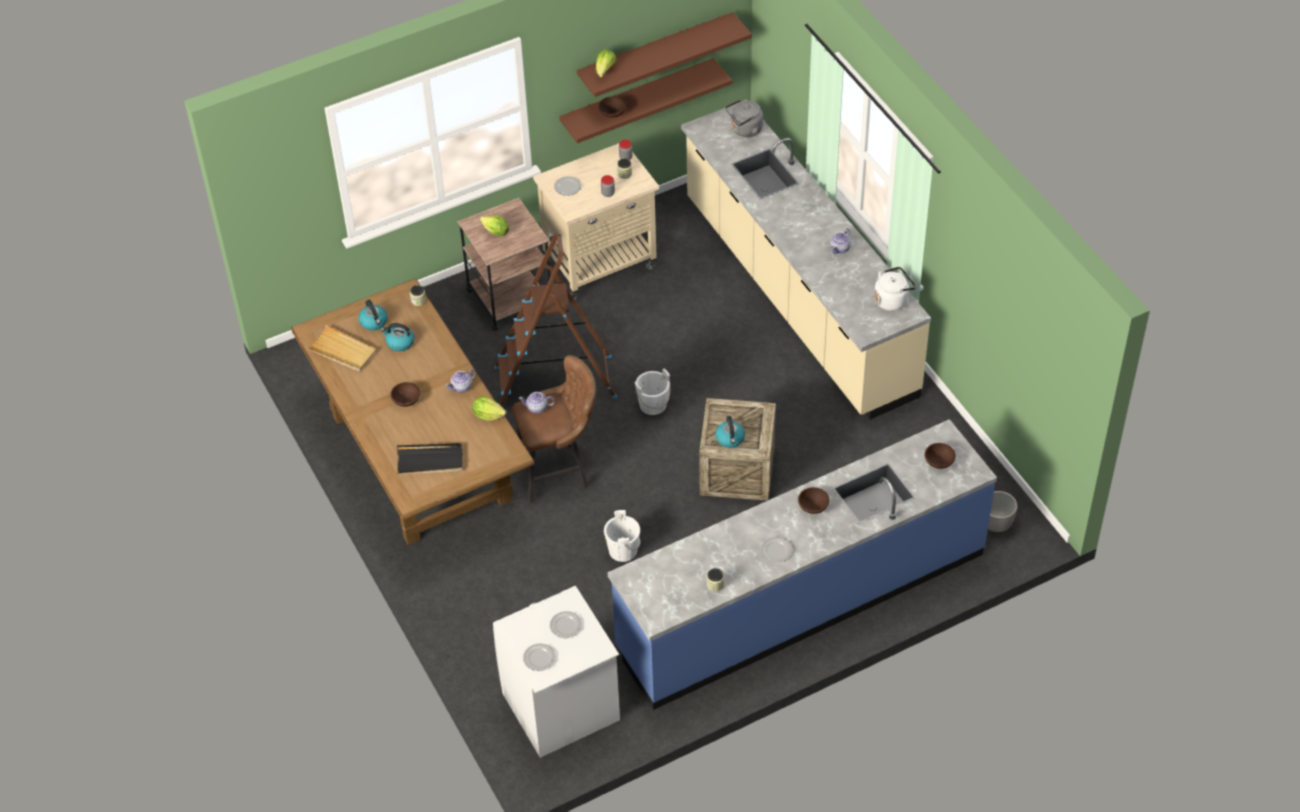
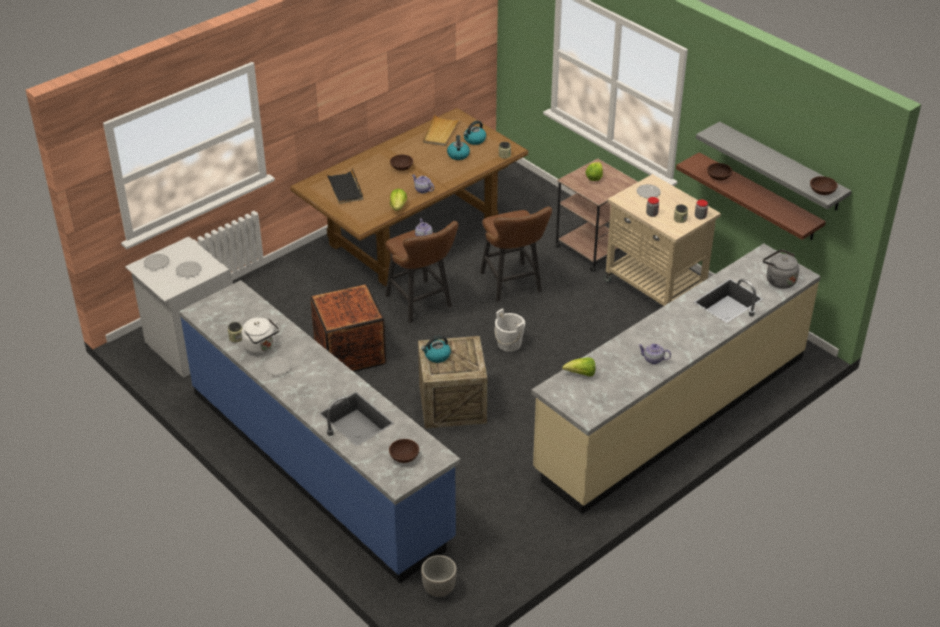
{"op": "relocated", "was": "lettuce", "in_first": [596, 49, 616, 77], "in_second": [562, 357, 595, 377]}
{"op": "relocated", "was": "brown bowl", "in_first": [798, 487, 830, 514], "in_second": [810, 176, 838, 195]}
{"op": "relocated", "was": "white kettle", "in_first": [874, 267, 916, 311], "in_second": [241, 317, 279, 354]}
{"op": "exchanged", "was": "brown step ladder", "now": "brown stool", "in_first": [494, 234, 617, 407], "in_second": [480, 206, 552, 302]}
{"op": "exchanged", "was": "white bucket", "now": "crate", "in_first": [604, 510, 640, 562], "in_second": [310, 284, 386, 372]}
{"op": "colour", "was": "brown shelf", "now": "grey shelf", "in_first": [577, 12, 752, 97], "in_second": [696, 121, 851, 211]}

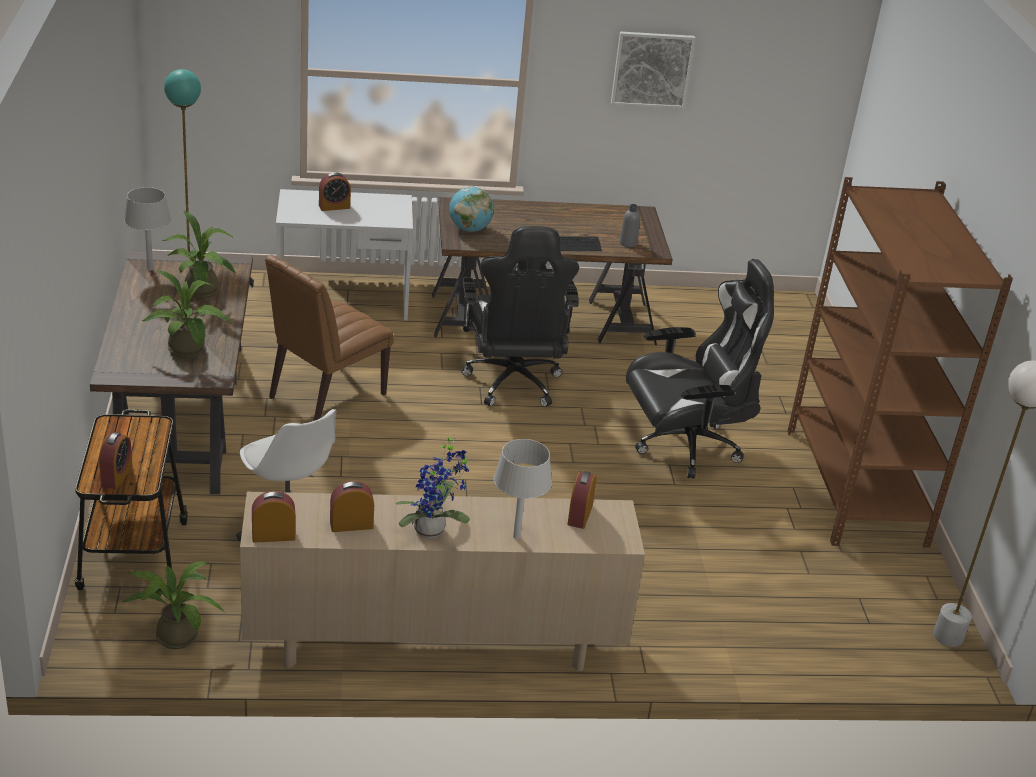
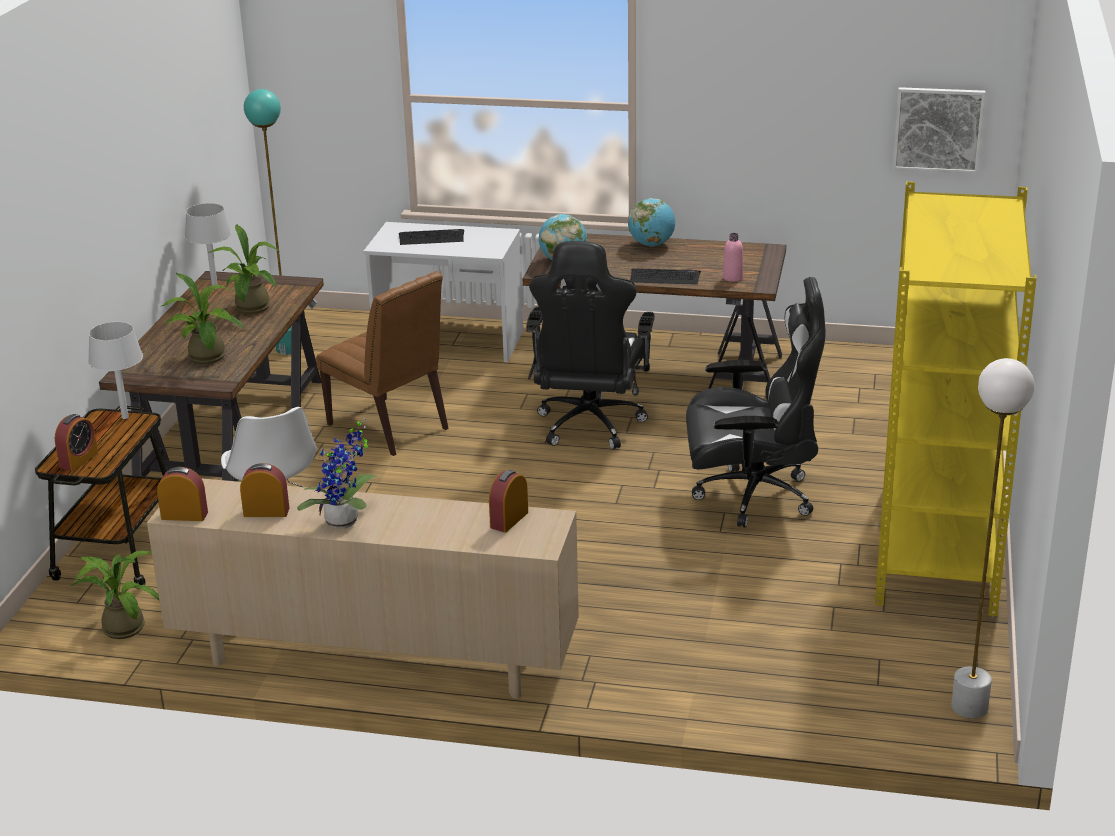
{"op": "appeared", "now": "globe", "in_second": [628, 198, 675, 246]}
{"op": "relocated", "was": "grey table lamp", "in_first": [494, 439, 552, 539], "in_second": [88, 322, 143, 419]}
{"op": "relocated", "was": "picture", "in_first": [611, 31, 696, 109], "in_second": [893, 87, 986, 174]}
{"op": "exchanged", "was": "alarm clock", "now": "keyboard", "in_first": [319, 172, 351, 211], "in_second": [399, 229, 464, 245]}
{"op": "colour", "was": "grey bottle", "now": "pink bottle", "in_first": [620, 204, 640, 247], "in_second": [723, 233, 743, 282]}
{"op": "colour", "was": "brown bookcase", "now": "yellow bookcase", "in_first": [787, 177, 1013, 547], "in_second": [875, 182, 1037, 616]}
{"op": "spun", "was": "brown chair", "in_first": [265, 255, 394, 421], "in_second": [316, 271, 449, 456], "clockwise": -105}

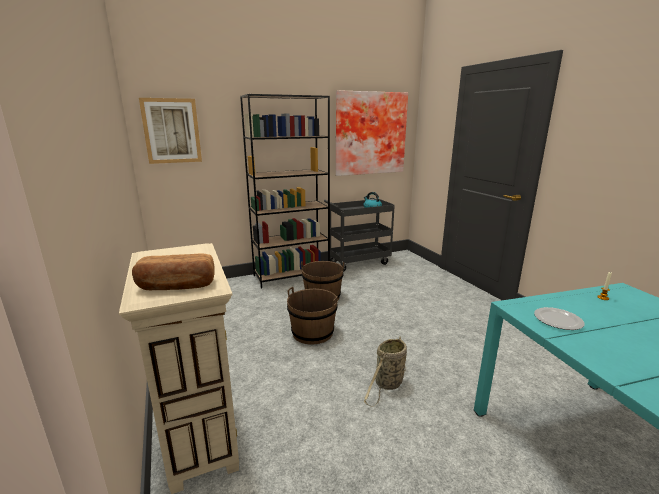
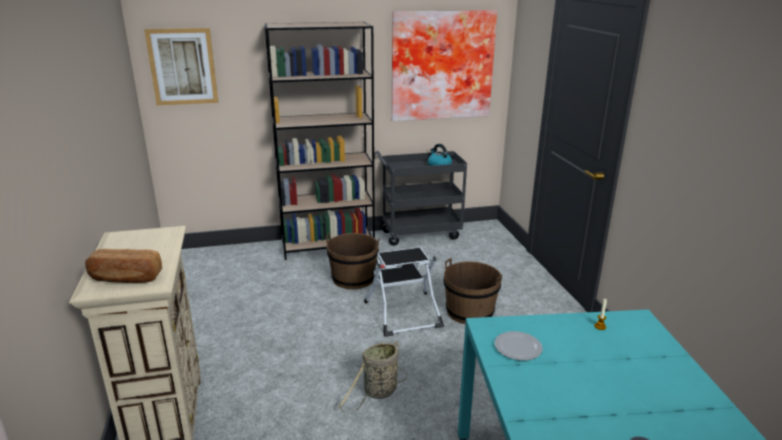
{"op": "appeared", "now": "step ladder", "in_second": [364, 247, 444, 337]}
{"op": "relocated", "was": "brown bucket", "in_first": [287, 287, 338, 345], "in_second": [444, 258, 503, 324]}

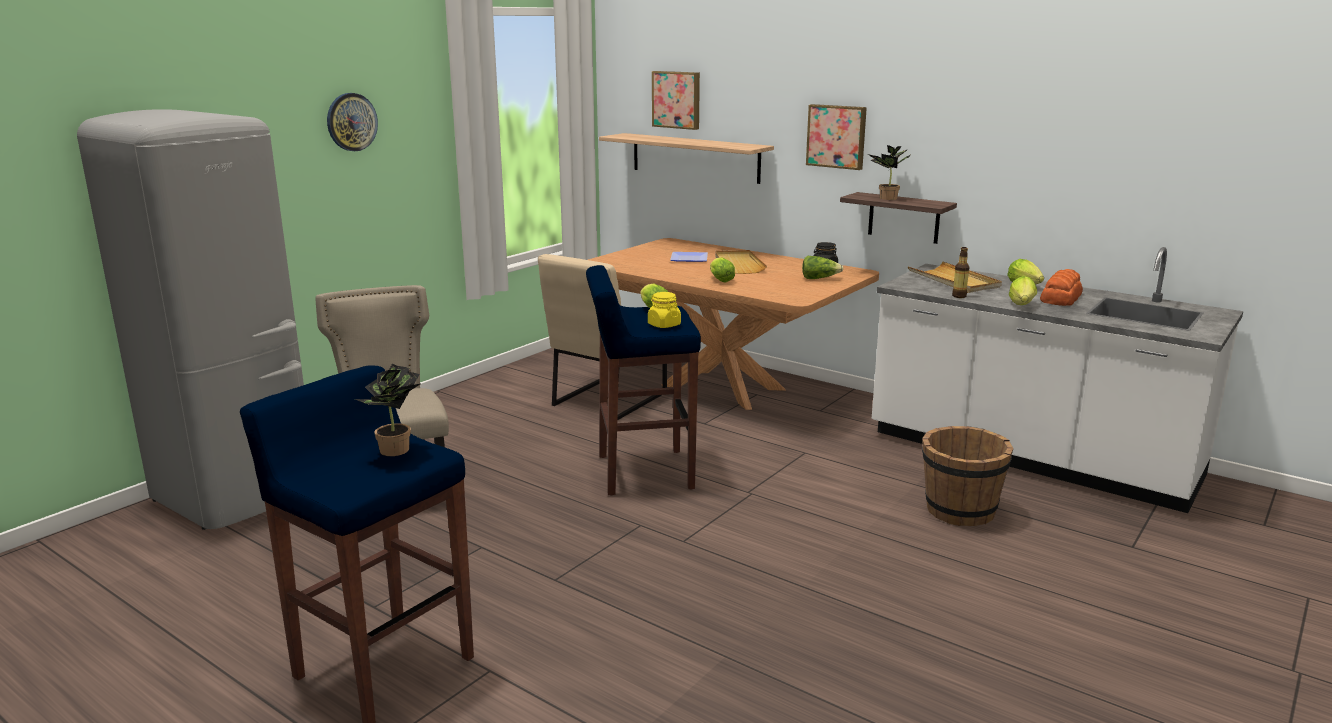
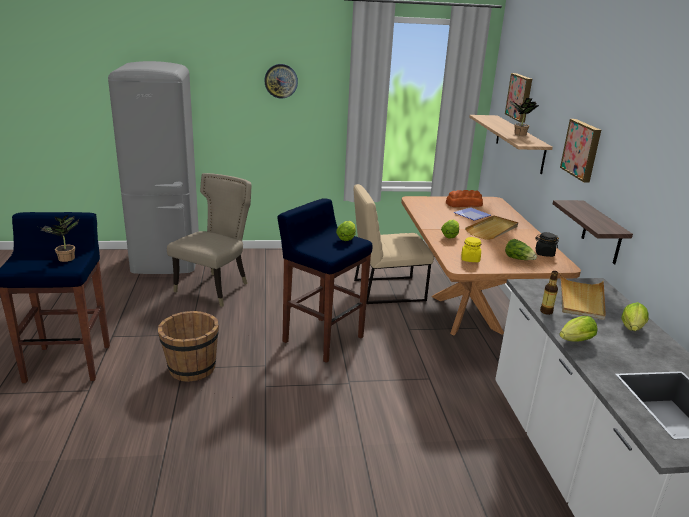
{"op": "relocated", "was": "yellow jar", "in_first": [648, 292, 681, 328], "in_second": [461, 237, 481, 262]}
{"op": "relocated", "was": "potted plant", "in_first": [868, 145, 911, 200], "in_second": [509, 97, 539, 135]}
{"op": "relocated", "was": "brown bucket", "in_first": [922, 426, 1013, 526], "in_second": [158, 311, 219, 382]}
{"op": "relocated", "was": "bread", "in_first": [1040, 269, 1083, 306], "in_second": [446, 190, 483, 207]}

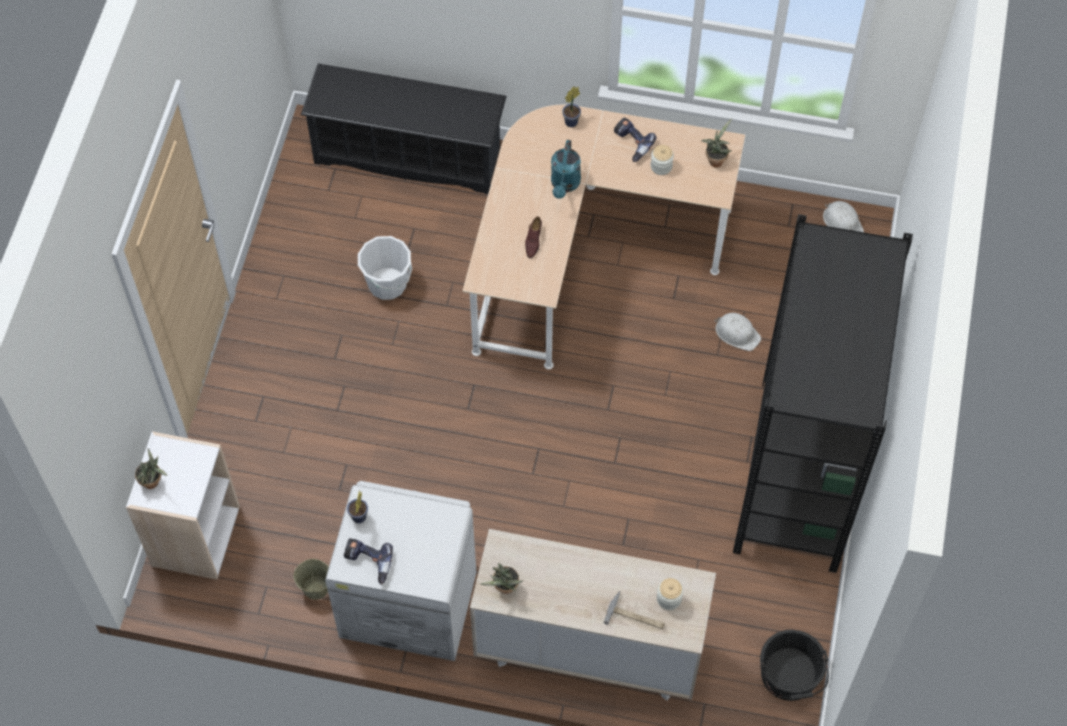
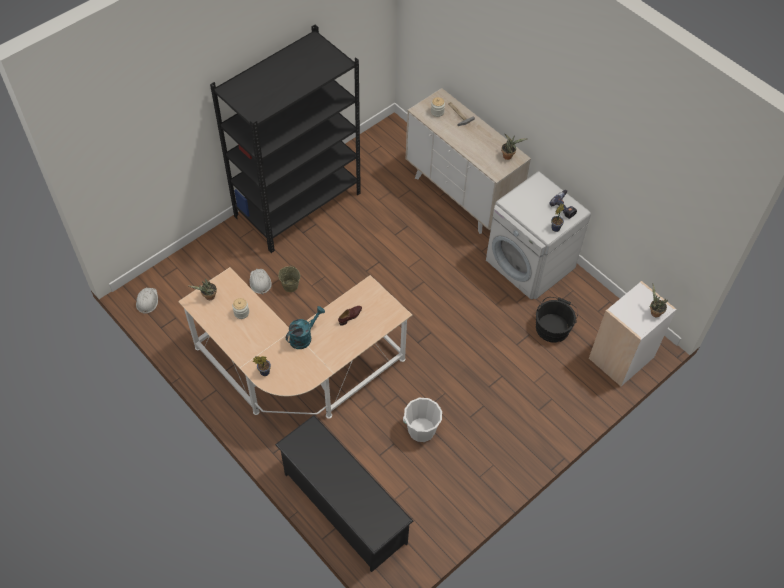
{"op": "missing", "was": "power drill", "in_first": [614, 117, 657, 162]}
{"op": "relocated", "was": "beige bucket", "in_first": [293, 559, 329, 600], "in_second": [278, 266, 300, 292]}
{"op": "relocated", "was": "black bucket", "in_first": [760, 630, 829, 701], "in_second": [536, 297, 578, 343]}

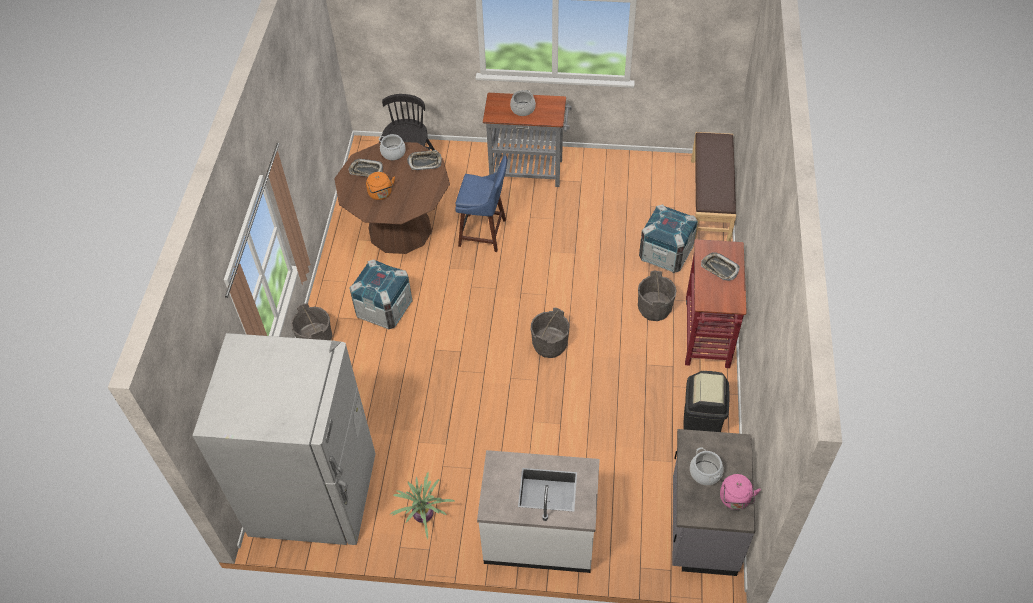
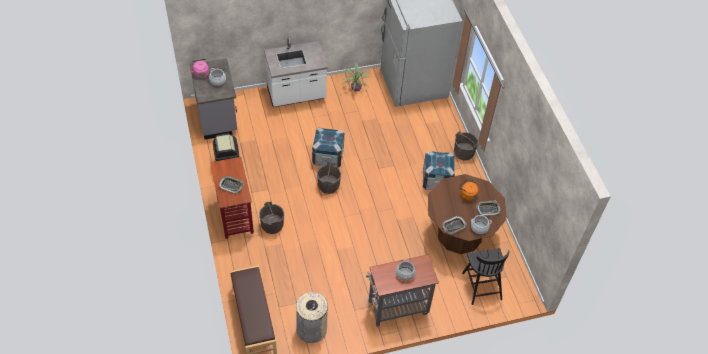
{"op": "missing", "was": "blue chair", "in_first": [455, 156, 507, 252]}
{"op": "appeared", "now": "beige trash can", "in_second": [296, 292, 328, 343]}
{"op": "relocated", "was": "crate", "in_first": [639, 205, 698, 273], "in_second": [312, 127, 344, 167]}

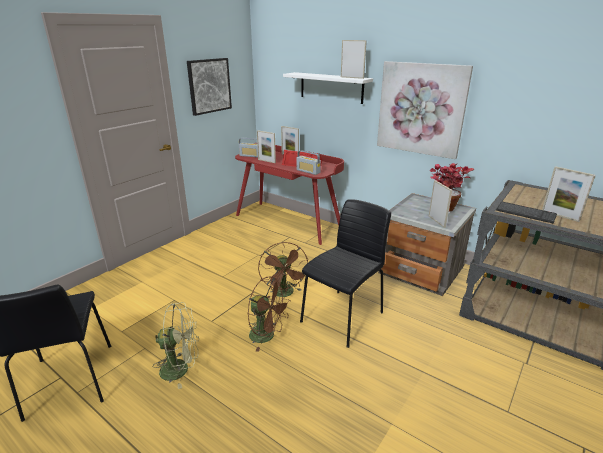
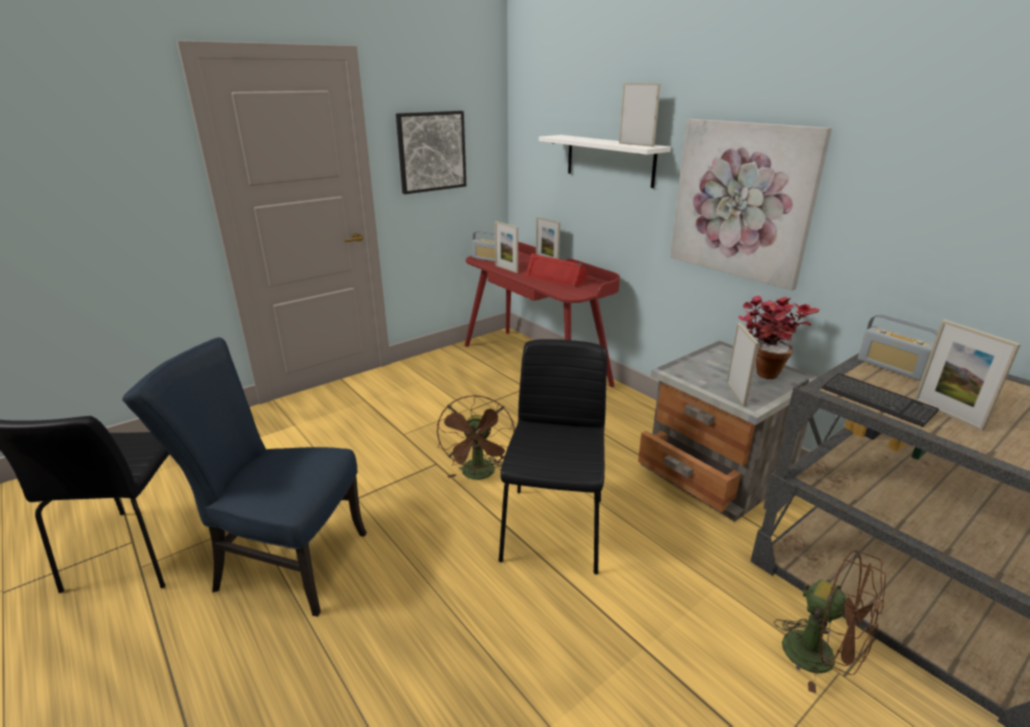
{"op": "relocated", "was": "brown fan", "in_first": [248, 276, 291, 352], "in_second": [774, 550, 886, 693]}
{"op": "relocated", "was": "radio", "in_first": [296, 150, 321, 175], "in_second": [858, 314, 938, 381]}
{"op": "exchanged", "was": "green fan", "now": "blue chair", "in_first": [153, 302, 199, 389], "in_second": [122, 337, 367, 617]}
{"op": "spun", "was": "black chair", "in_first": [300, 199, 391, 348], "in_second": [498, 339, 607, 575], "clockwise": -45}

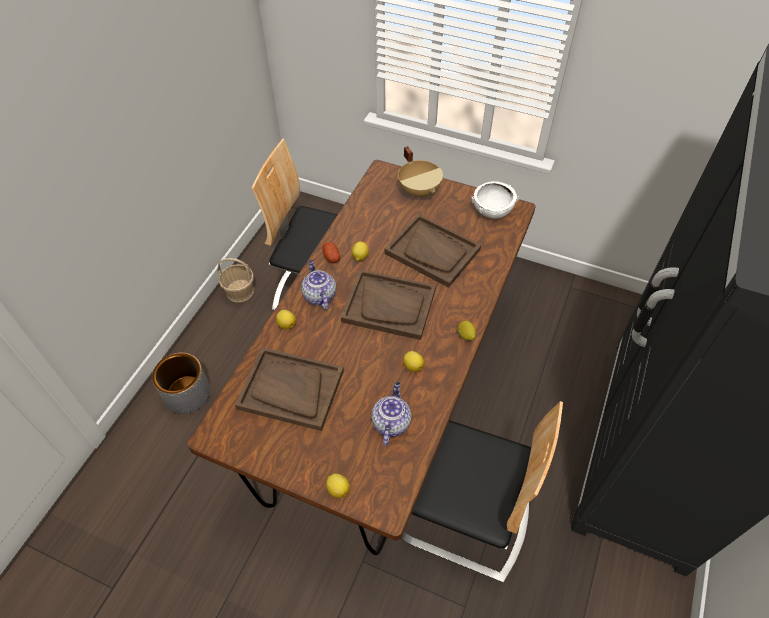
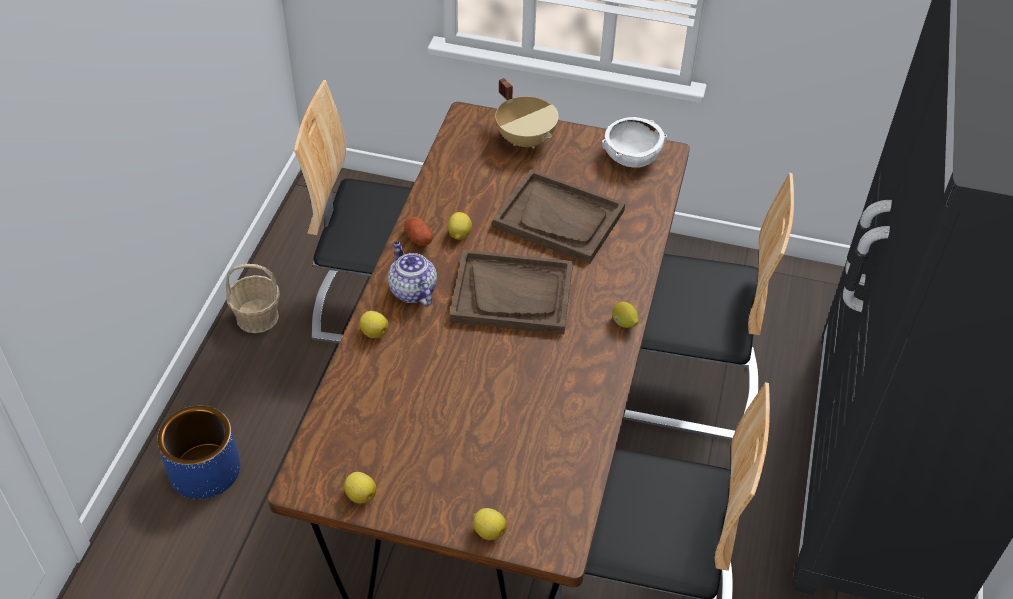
{"op": "missing", "was": "brown tray", "in_first": [235, 347, 344, 431]}
{"op": "missing", "was": "teapot", "in_first": [371, 382, 412, 446]}
{"op": "appeared", "now": "chair", "in_second": [623, 173, 794, 440]}
{"op": "relocated", "was": "lemon", "in_first": [403, 351, 424, 372], "in_second": [344, 472, 376, 503]}
{"op": "colour", "was": "grey planter", "now": "blue planter", "in_first": [152, 353, 210, 414], "in_second": [157, 406, 240, 499]}

